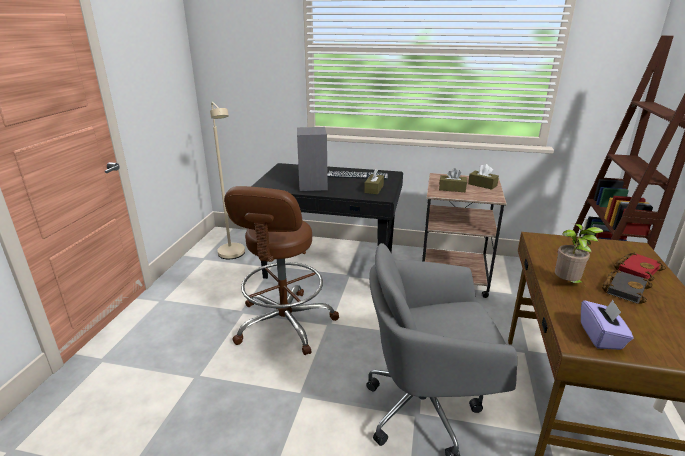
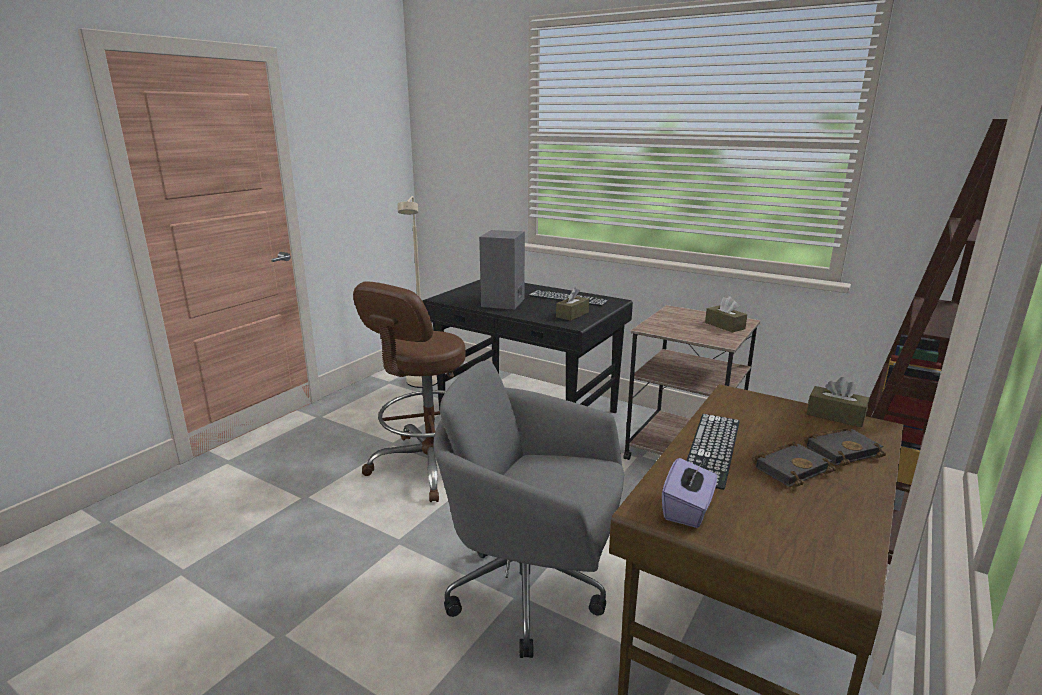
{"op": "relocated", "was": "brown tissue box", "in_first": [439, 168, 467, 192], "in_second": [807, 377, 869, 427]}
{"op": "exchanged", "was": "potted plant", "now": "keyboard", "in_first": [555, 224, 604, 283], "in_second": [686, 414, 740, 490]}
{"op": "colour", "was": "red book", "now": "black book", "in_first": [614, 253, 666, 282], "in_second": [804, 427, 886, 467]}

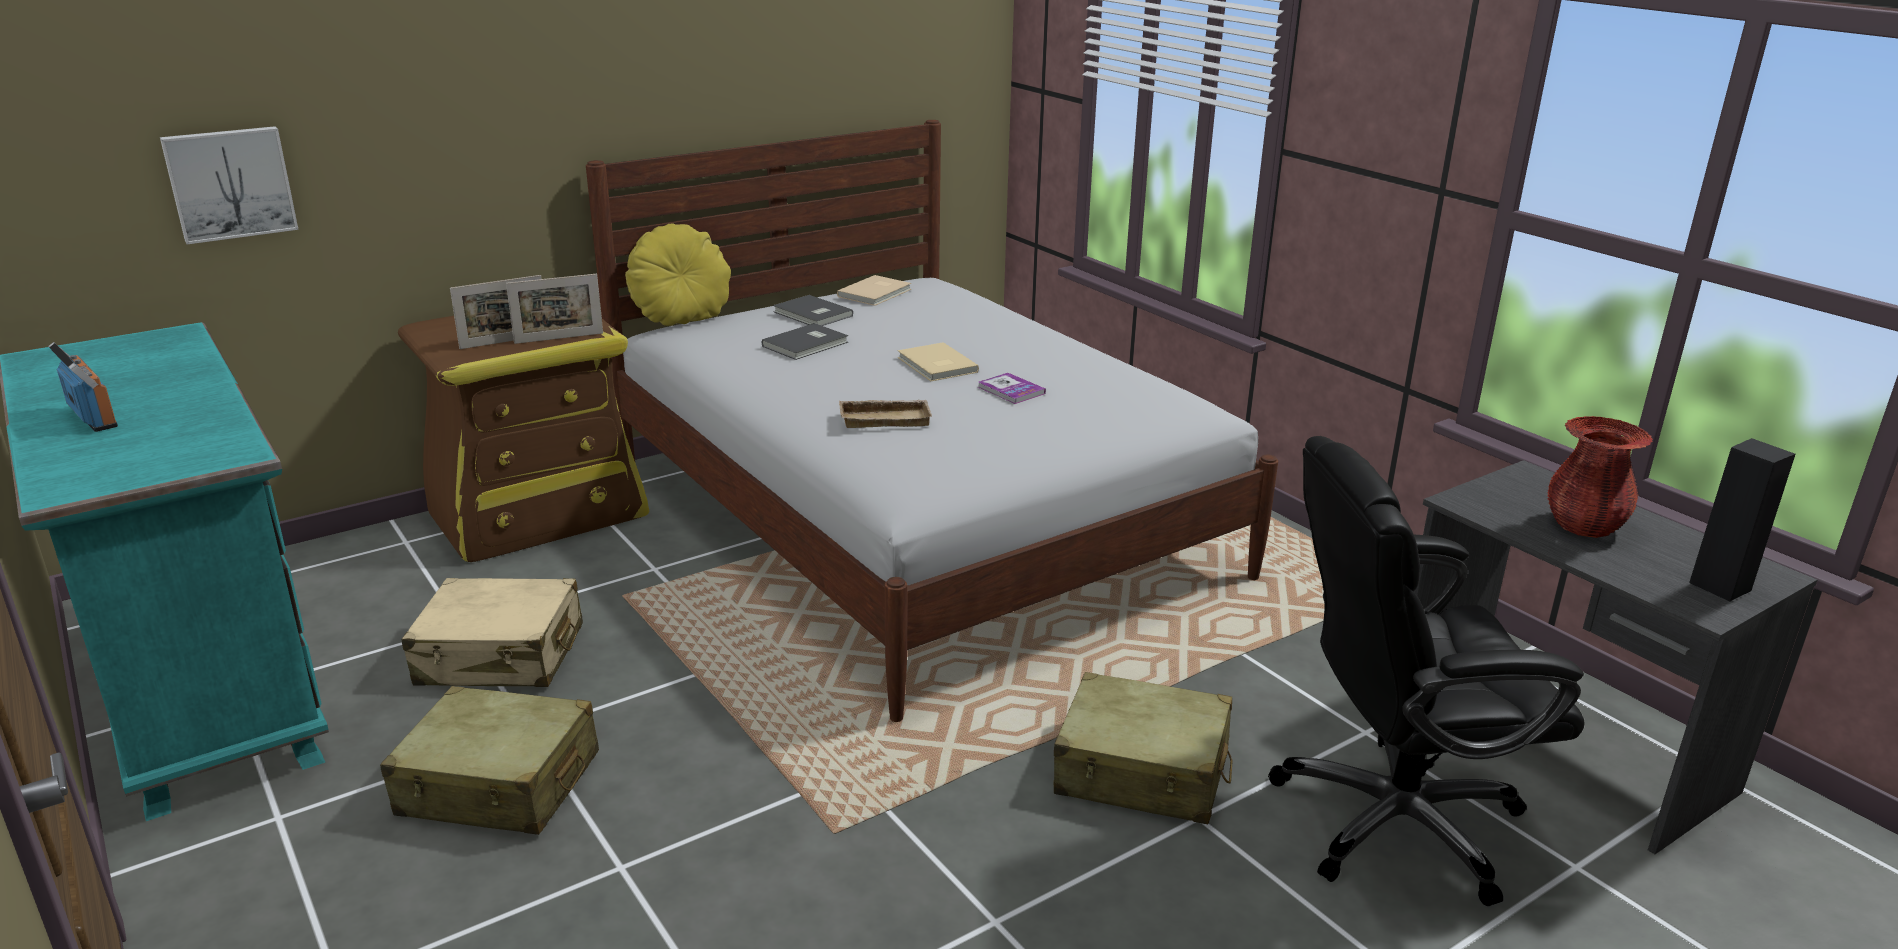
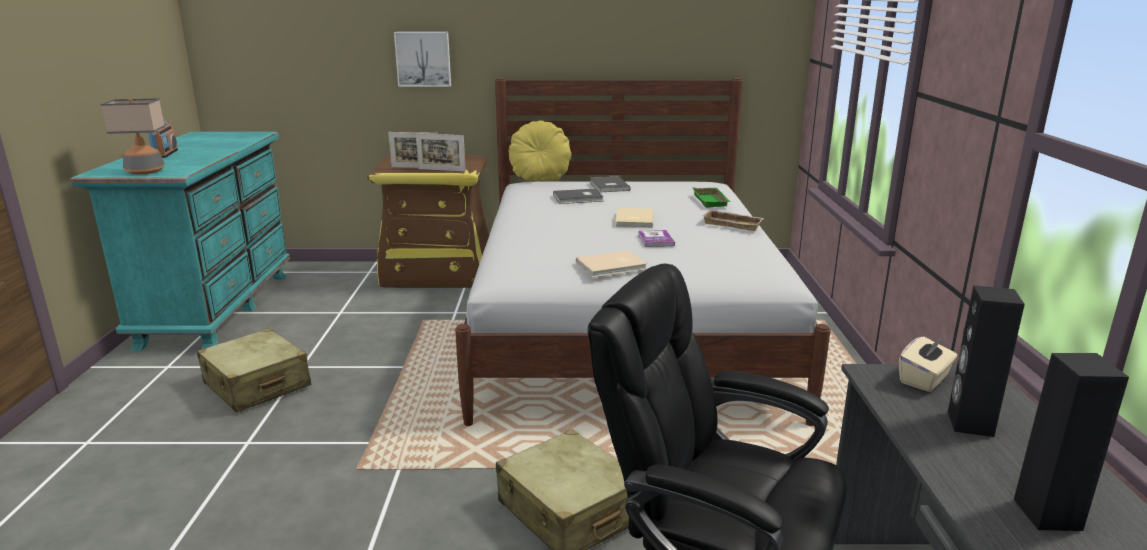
{"op": "missing", "was": "beige suitcase", "in_first": [401, 578, 583, 687]}
{"op": "appeared", "now": "table lamp", "in_second": [101, 98, 165, 174]}
{"op": "appeared", "now": "green tray", "in_second": [692, 187, 731, 208]}
{"op": "appeared", "now": "beige tissue box", "in_second": [899, 336, 957, 392]}
{"op": "relocated", "was": "picture", "in_first": [160, 126, 299, 244], "in_second": [394, 32, 451, 87]}
{"op": "relocated", "was": "beige book", "in_first": [837, 275, 911, 306], "in_second": [576, 251, 647, 278]}
{"op": "relocated", "was": "beige tray", "in_first": [839, 400, 932, 428], "in_second": [702, 210, 764, 231]}
{"op": "exchanged", "was": "red vase", "now": "black speaker", "in_first": [1547, 416, 1653, 538], "in_second": [948, 285, 1025, 437]}

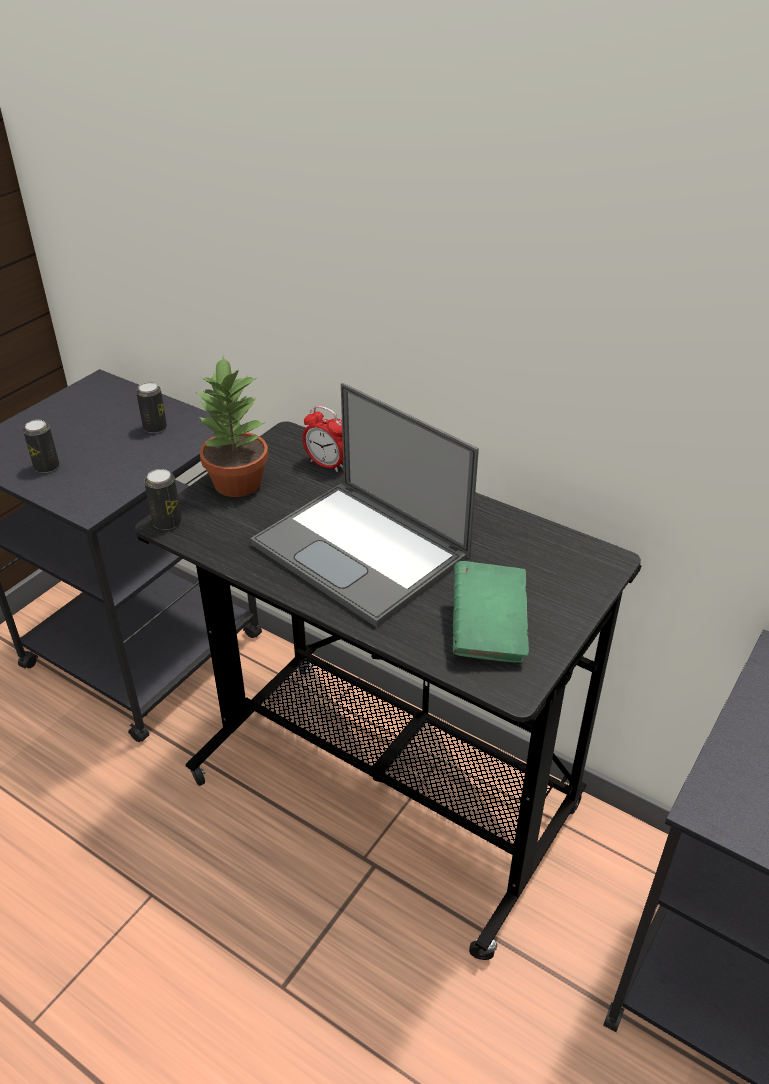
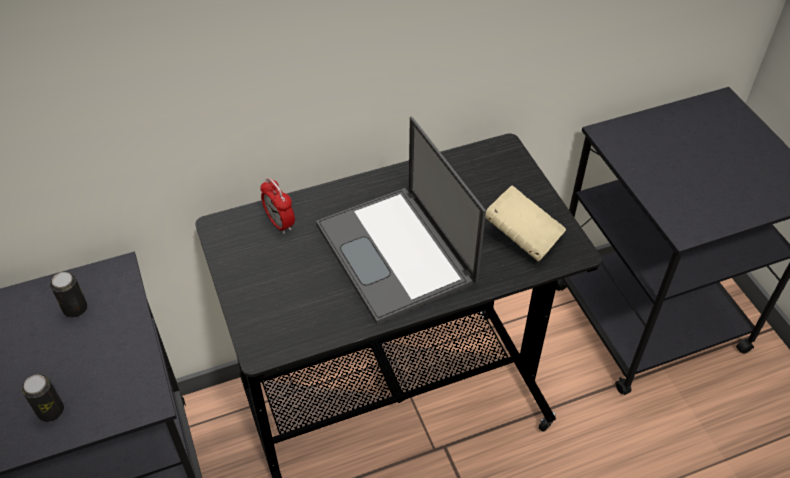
{"op": "missing", "was": "can", "in_first": [144, 469, 182, 530]}
{"op": "missing", "was": "potted plant", "in_first": [196, 356, 268, 497]}
{"op": "colour", "was": "green book", "now": "beige book", "in_first": [452, 561, 529, 663], "in_second": [485, 185, 566, 262]}
{"op": "spun", "was": "laptop", "in_first": [250, 383, 479, 627], "in_second": [316, 116, 486, 325], "clockwise": 75}
{"op": "spun", "was": "alarm clock", "in_first": [302, 405, 343, 472], "in_second": [260, 178, 295, 234], "clockwise": 75}

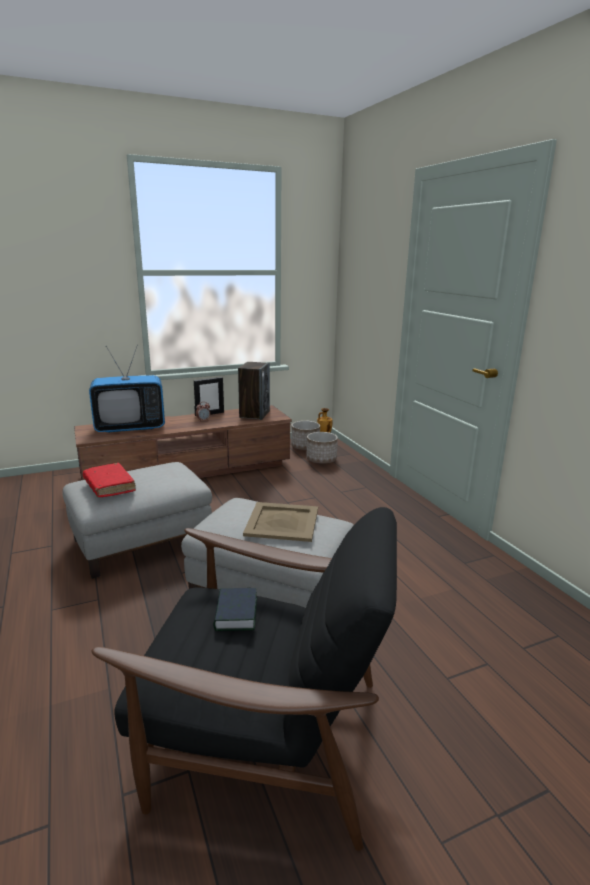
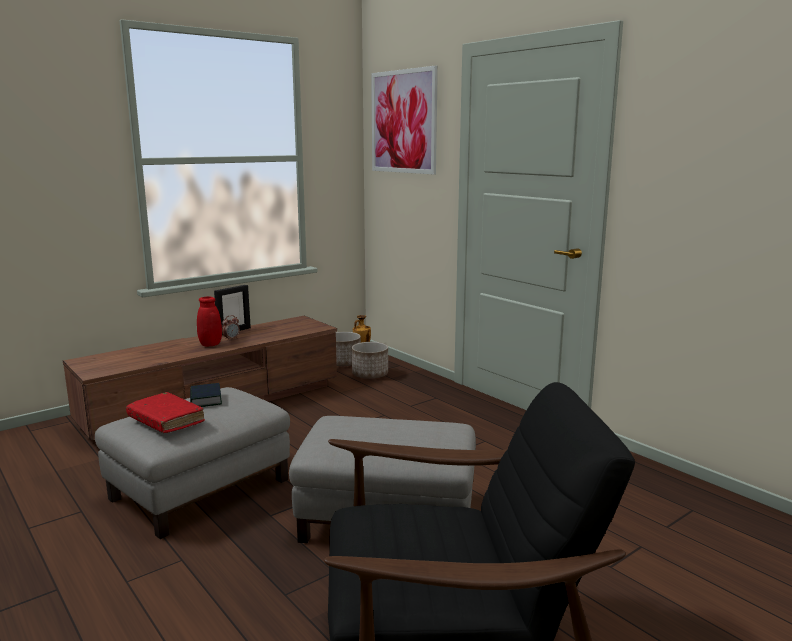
{"op": "missing", "was": "television", "in_first": [89, 345, 165, 433]}
{"op": "missing", "was": "speaker", "in_first": [238, 362, 270, 420]}
{"op": "missing", "was": "beige tray", "in_first": [243, 502, 318, 542]}
{"op": "appeared", "now": "red vase", "in_second": [197, 297, 222, 347]}
{"op": "appeared", "now": "picture", "in_second": [371, 66, 438, 175]}
{"op": "relocated", "was": "book", "in_first": [214, 588, 257, 631], "in_second": [190, 383, 222, 407]}

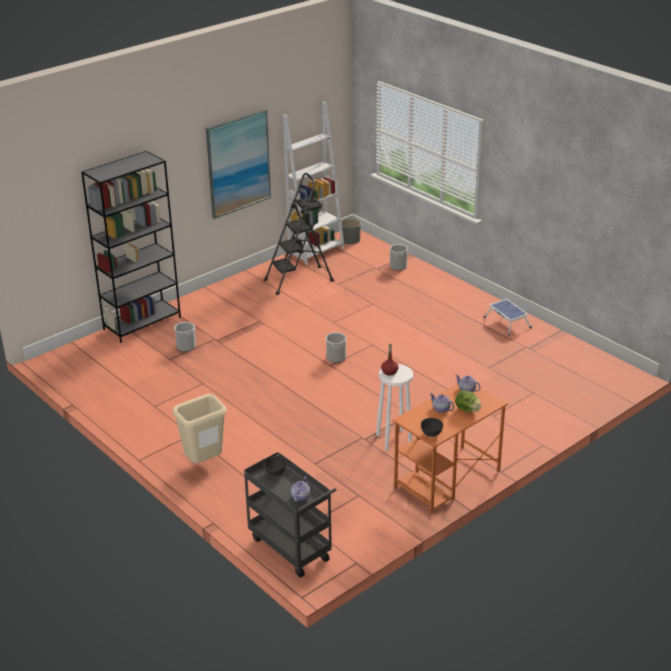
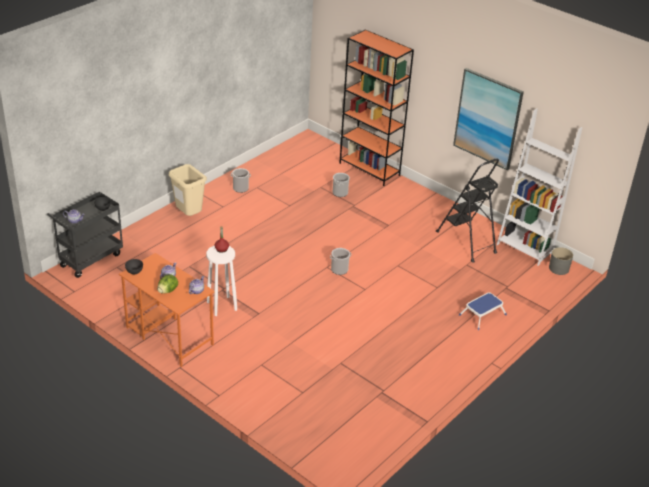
{"op": "relocated", "was": "bucket", "in_first": [390, 244, 408, 271], "in_second": [231, 168, 251, 193]}
{"op": "relocated", "was": "blue step ladder", "in_first": [483, 299, 532, 336], "in_second": [459, 292, 507, 330]}
{"op": "colour", "was": "grey bookcase", "now": "orange bookcase", "in_first": [81, 151, 181, 343], "in_second": [340, 29, 414, 186]}

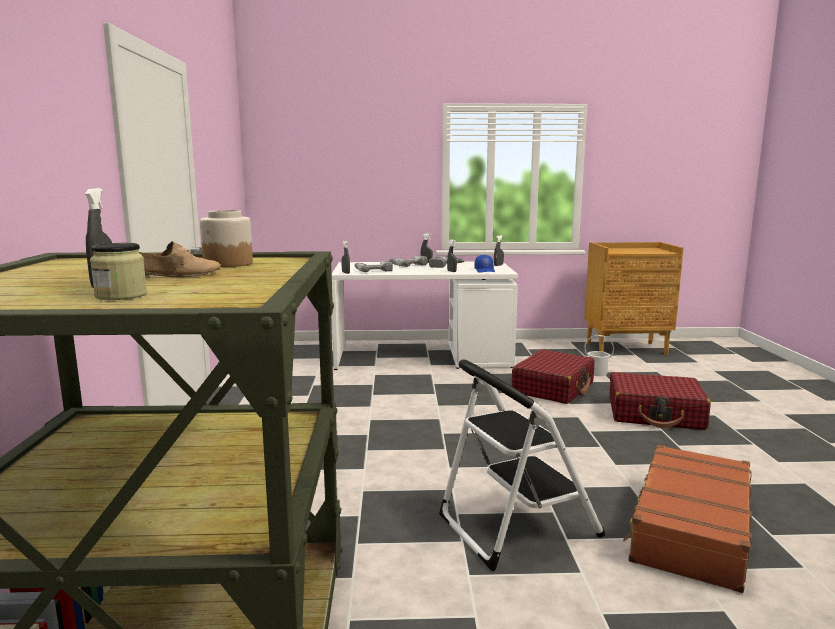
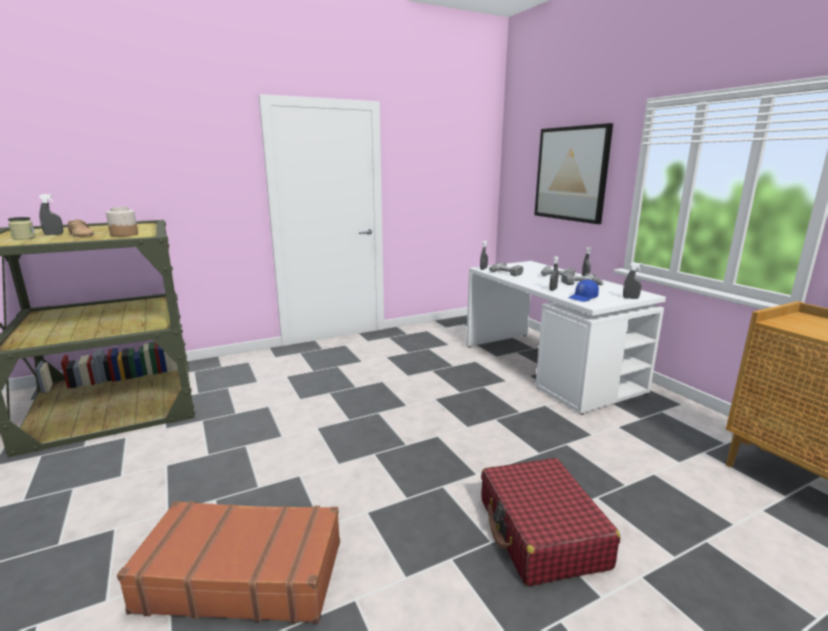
{"op": "missing", "was": "step ladder", "in_first": [439, 359, 605, 571]}
{"op": "missing", "was": "red suitcase", "in_first": [512, 349, 595, 404]}
{"op": "missing", "was": "white bucket", "in_first": [584, 335, 614, 376]}
{"op": "appeared", "now": "picture", "in_second": [534, 123, 613, 224]}

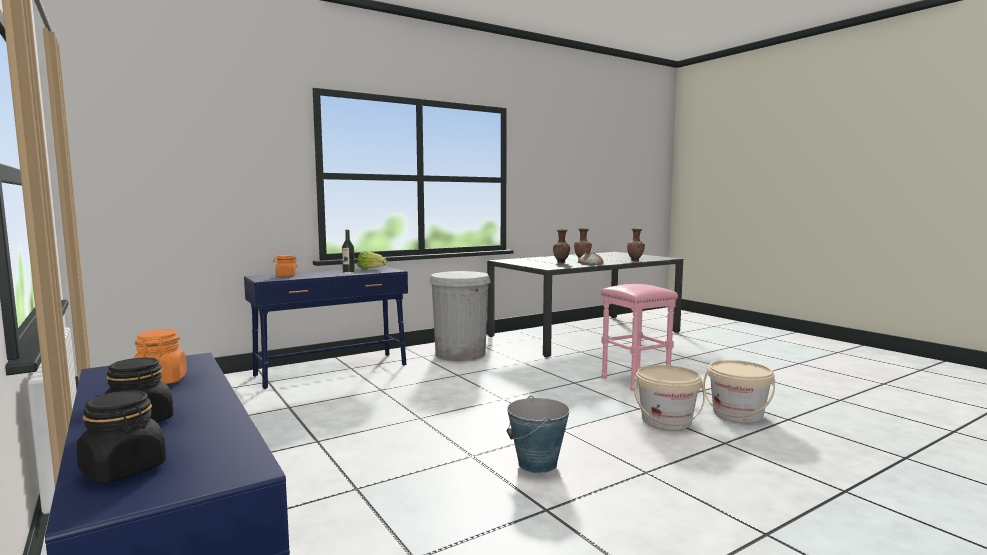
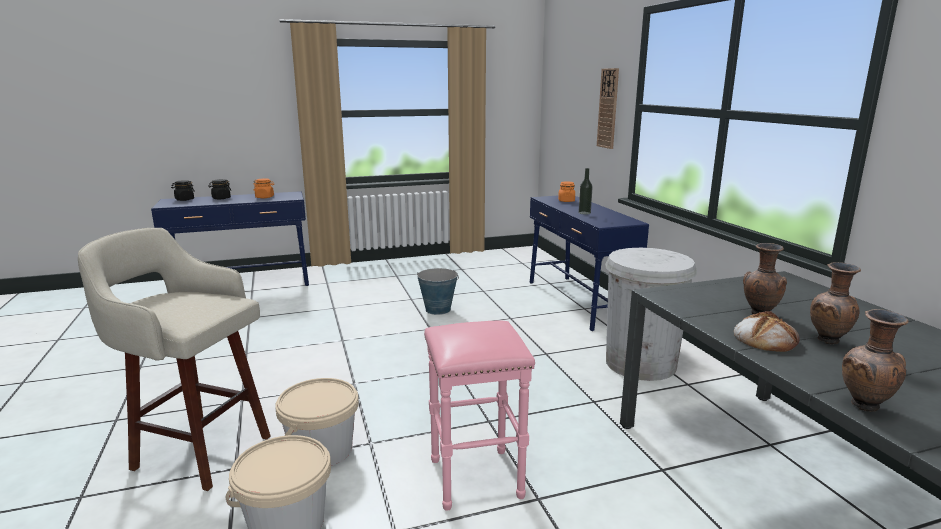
{"op": "missing", "was": "lettuce", "in_first": [357, 251, 387, 269]}
{"op": "appeared", "now": "beige stool", "in_second": [78, 228, 271, 491]}
{"op": "appeared", "now": "wall clock", "in_second": [597, 68, 619, 149]}
{"op": "relocated", "was": "bucket", "in_first": [507, 395, 570, 473], "in_second": [417, 268, 459, 315]}

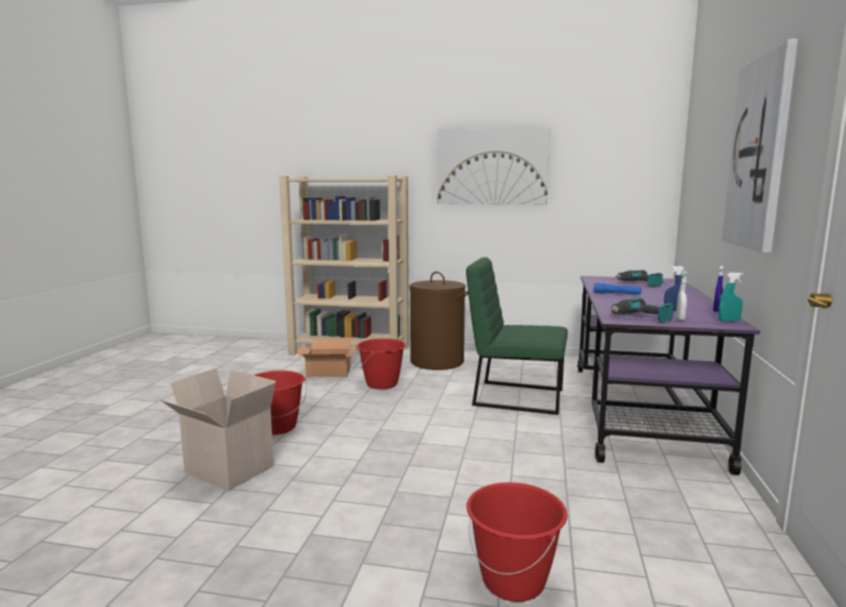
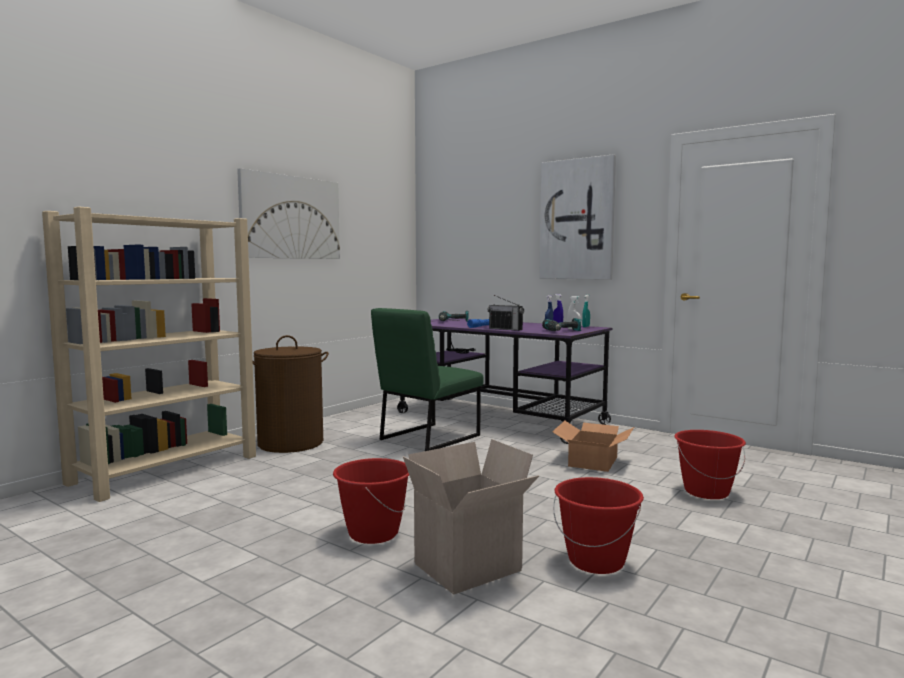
{"op": "appeared", "now": "radio", "in_second": [487, 295, 524, 331]}
{"op": "relocated", "was": "cardboard box", "in_first": [297, 339, 357, 377], "in_second": [552, 421, 634, 472]}
{"op": "relocated", "was": "red bucket", "in_first": [357, 338, 406, 389], "in_second": [553, 477, 644, 574]}

